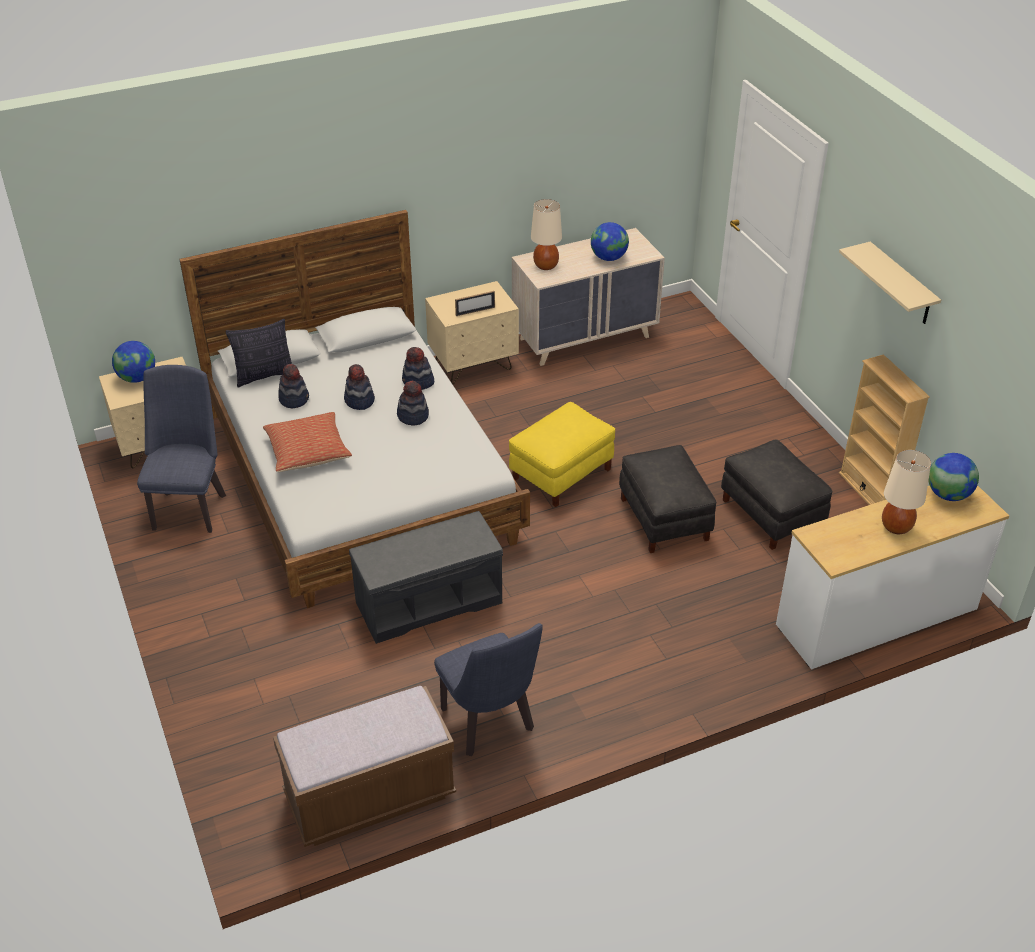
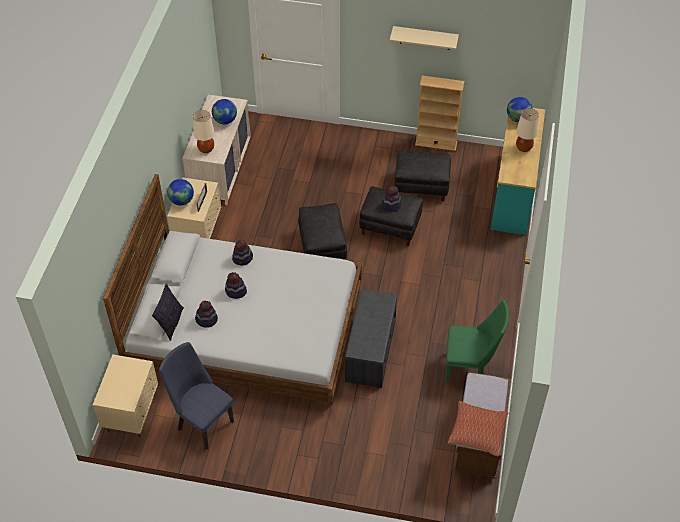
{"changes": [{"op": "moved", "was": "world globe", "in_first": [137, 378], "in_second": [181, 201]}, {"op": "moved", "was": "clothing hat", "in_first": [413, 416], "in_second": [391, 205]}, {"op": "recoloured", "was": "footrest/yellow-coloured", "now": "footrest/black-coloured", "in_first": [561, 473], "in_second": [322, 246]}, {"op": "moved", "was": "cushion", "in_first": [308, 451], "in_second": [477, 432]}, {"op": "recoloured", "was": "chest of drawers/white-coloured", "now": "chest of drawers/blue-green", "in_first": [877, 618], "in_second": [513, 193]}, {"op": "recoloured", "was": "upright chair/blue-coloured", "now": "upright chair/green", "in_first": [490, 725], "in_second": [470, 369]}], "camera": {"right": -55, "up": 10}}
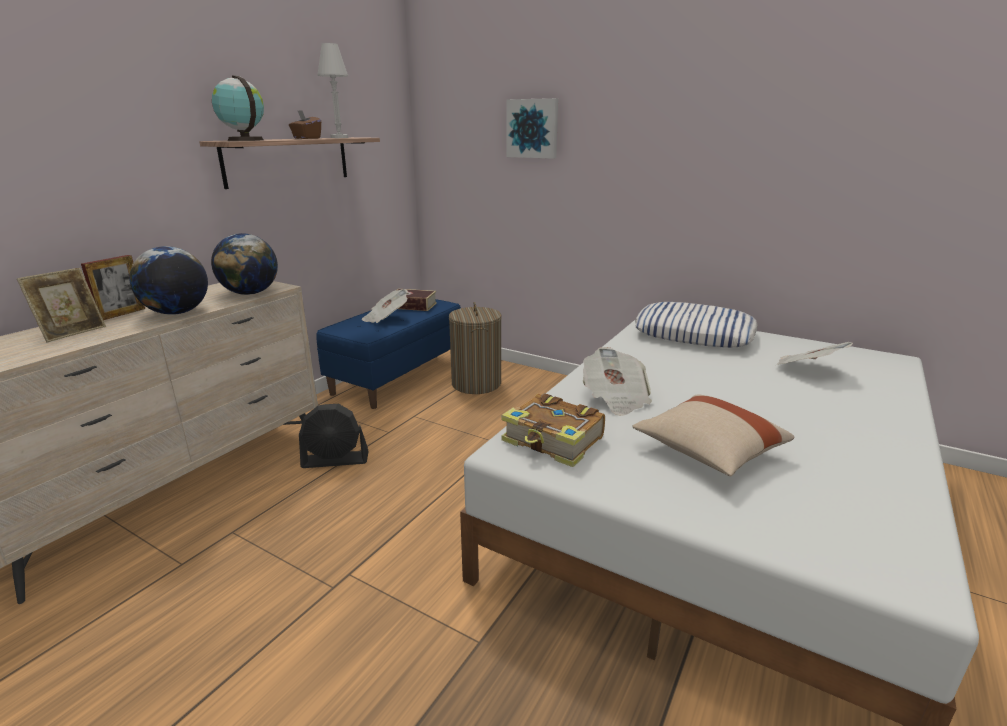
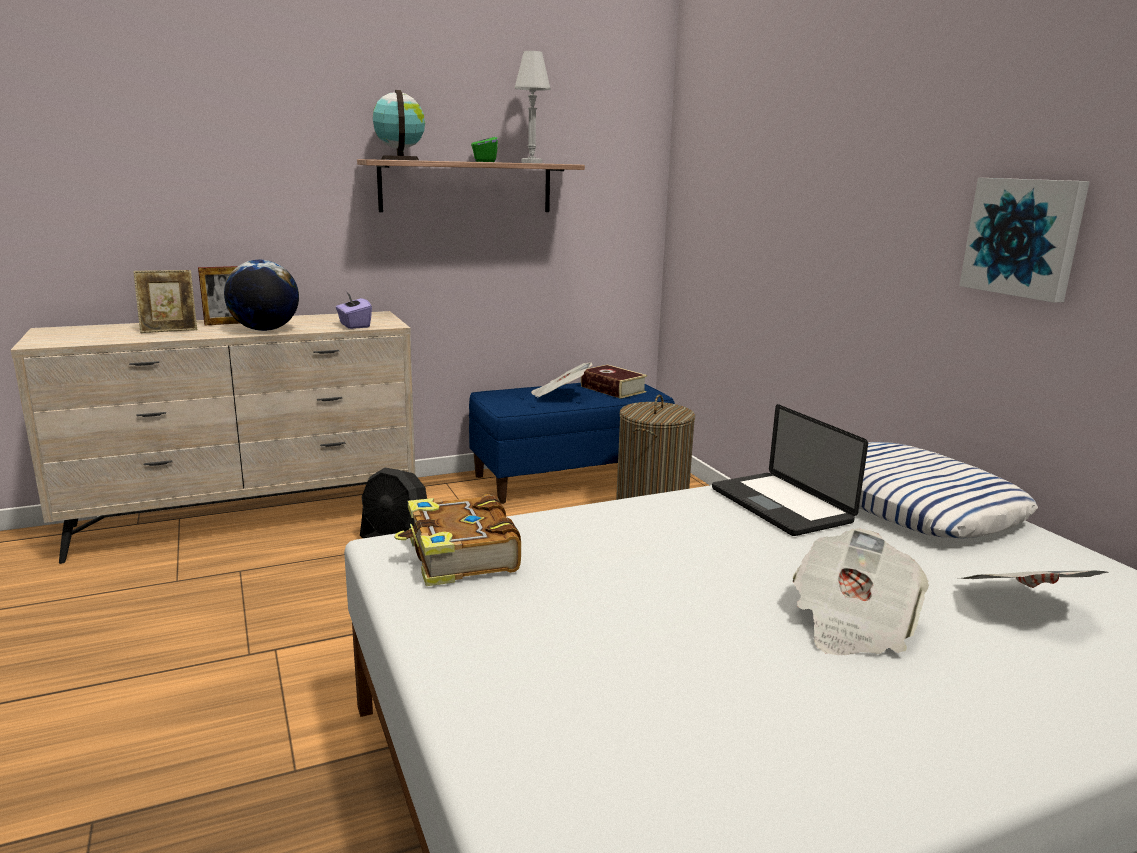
{"changes": [{"op": "moved", "was": "wall picture", "in_first": [532, 128], "in_second": [1024, 237]}, {"op": "recoloured", "was": "tissue holder/brown-coloured", "now": "tissue holder/green", "in_first": [306, 138], "in_second": [484, 161]}, {"op": "replaced", "was": "world globe", "now": "tissue holder/purple", "in_first": [250, 293], "in_second": [354, 325]}, {"op": "moved", "was": "printed paper", "in_first": [615, 398], "in_second": [851, 624]}, {"op": "removed", "was": "cushion/sand-coloured", "in_first": [708, 452]}, {"op": "added", "now": "notebook computer", "in_second": [780, 505]}], "camera": {"right": 35, "up": -5}}
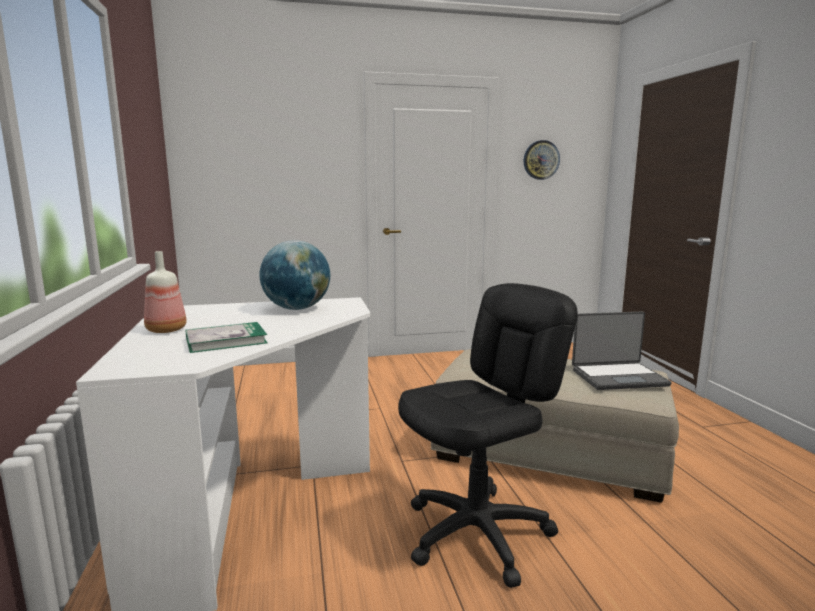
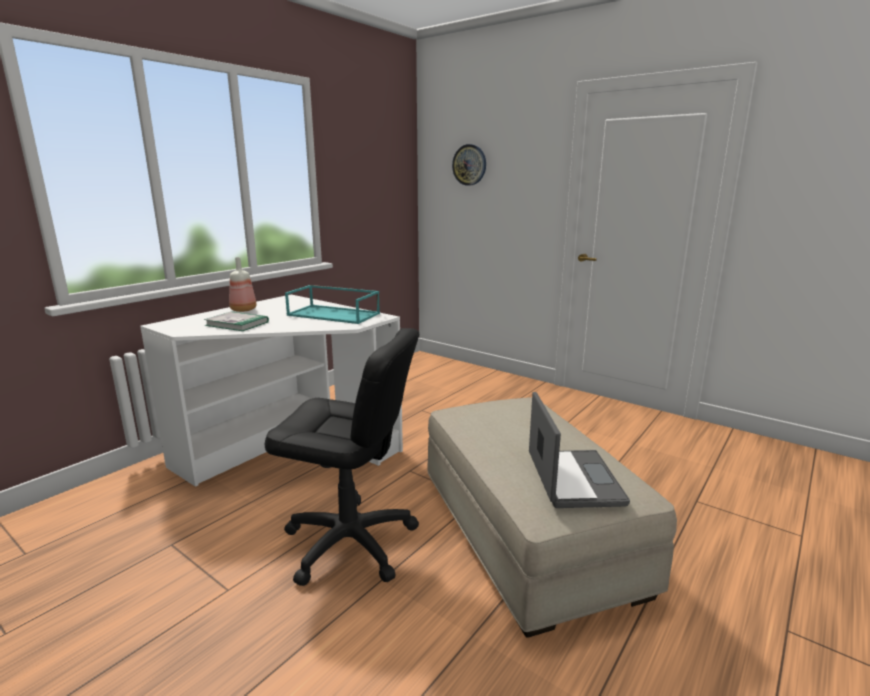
{"changes": [{"op": "moved", "was": "hanging clock", "in_first": [541, 160], "in_second": [469, 165]}, {"op": "replaced", "was": "world globe", "now": "carrying tray/blue-green", "in_first": [297, 308], "in_second": [335, 314]}, {"op": "turned", "was": "notebook computer", "in_first": [618, 377], "in_second": [572, 479], "clockwise": -135}], "camera": {"right": 50, "up": 5}}
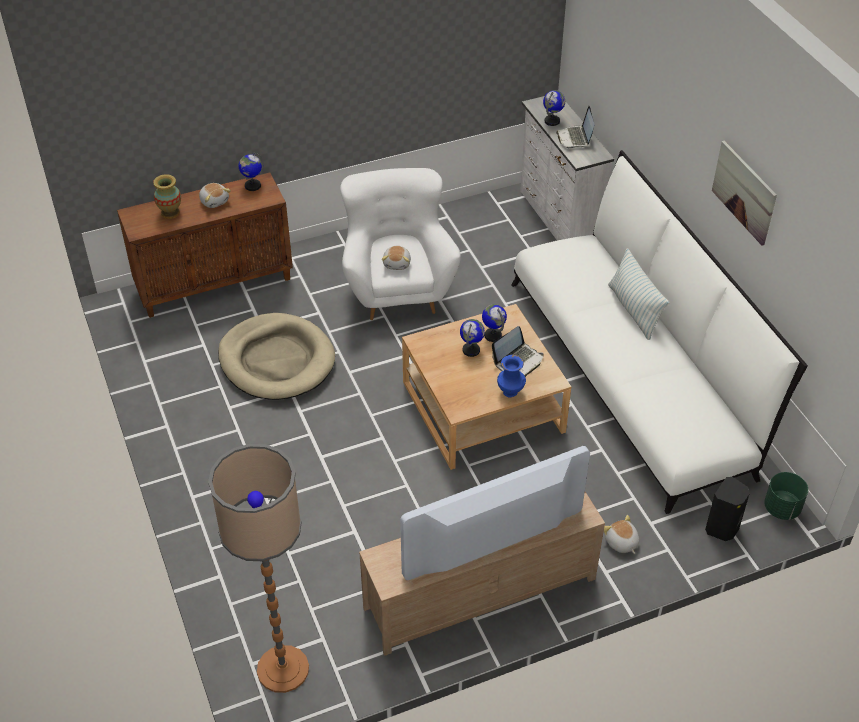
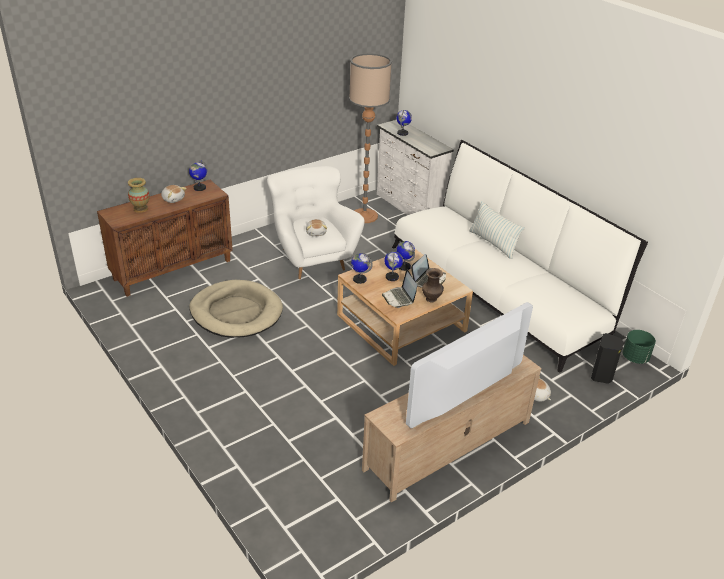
{"changes": [{"op": "moved", "was": "notebook computer", "in_first": [575, 138], "in_second": [399, 298]}, {"op": "removed", "was": "wall picture", "in_first": [744, 192]}, {"op": "recoloured", "was": "flower vase/blue-coloured", "now": "flower vase/brown-coloured", "in_first": [511, 392], "in_second": [431, 299]}, {"op": "moved", "was": "floor lamp", "in_first": [282, 669], "in_second": [364, 216]}, {"op": "added", "now": "world globe", "in_second": [359, 279]}], "camera": {"right": -15, "up": -10}}
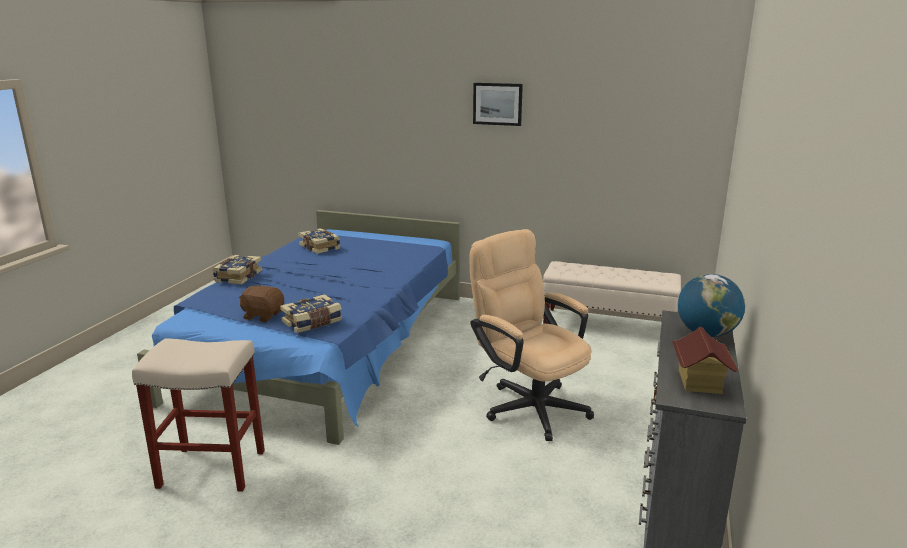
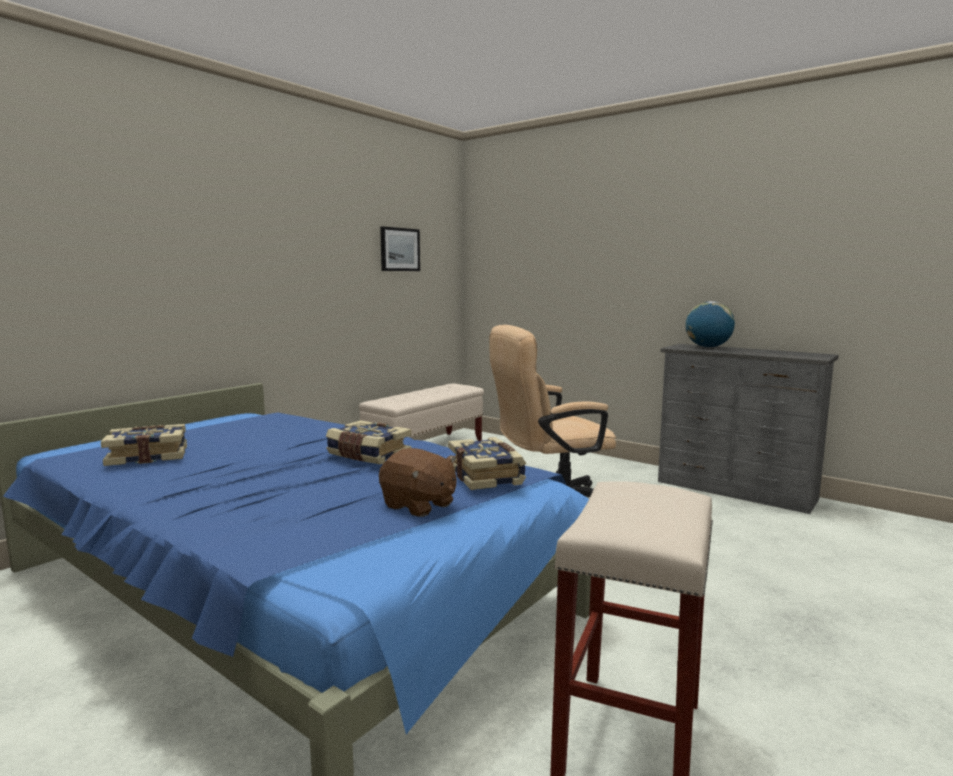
{"changes": [{"op": "moved", "was": "wall picture", "in_first": [497, 104], "in_second": [399, 249]}, {"op": "moved", "was": "book", "in_first": [237, 277], "in_second": [368, 455]}, {"op": "turned", "was": "cuddly toy/brown-coloured", "in_first": [263, 315], "in_second": [418, 505], "clockwise": -90}, {"op": "removed", "was": "model house", "in_first": [699, 382]}], "camera": {"right": -70, "up": -10}}
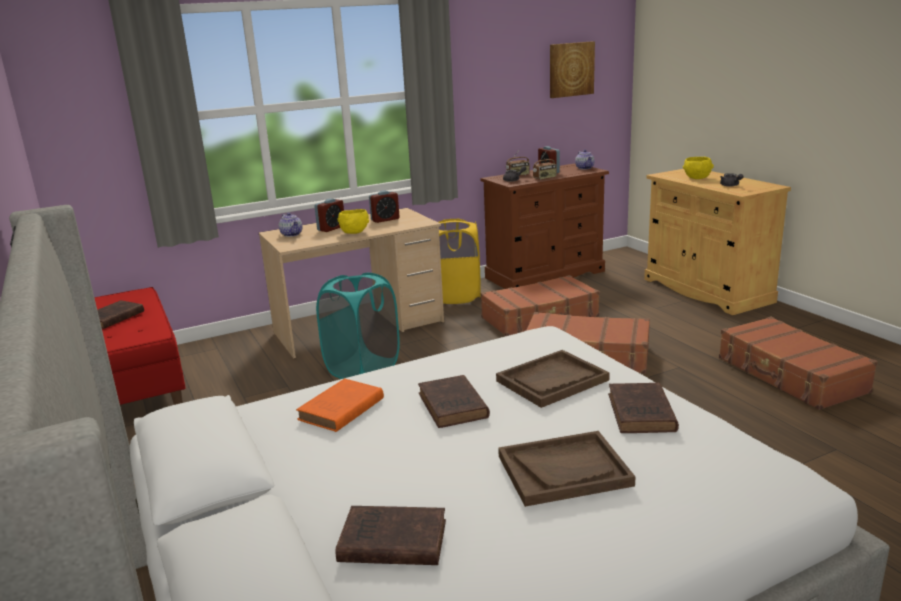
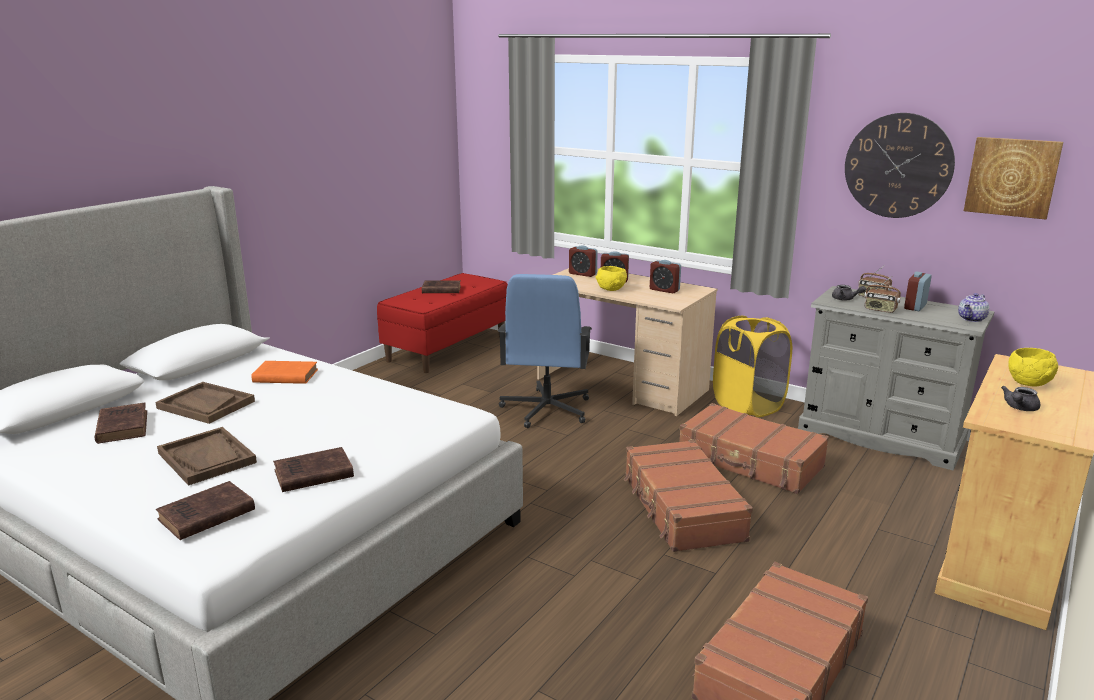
{"changes": [{"op": "recoloured", "was": "chest of drawers/brown-coloured", "now": "chest of drawers/greyish", "in_first": [545, 274], "in_second": [881, 436]}, {"op": "replaced", "was": "pot for tea", "now": "table clock", "in_first": [292, 234], "in_second": [582, 274]}, {"op": "replaced", "was": "washing basket/blue-green", "now": "office chair/blue-coloured", "in_first": [363, 369], "in_second": [546, 410]}, {"op": "moved", "was": "carrying tray/brown-coloured", "in_first": [552, 381], "in_second": [205, 405]}, {"op": "moved", "was": "book/brown-coloured", "in_first": [453, 406], "in_second": [204, 516]}, {"op": "added", "now": "hanging clock", "in_second": [898, 166]}], "camera": {"right": 60, "up": 0}}
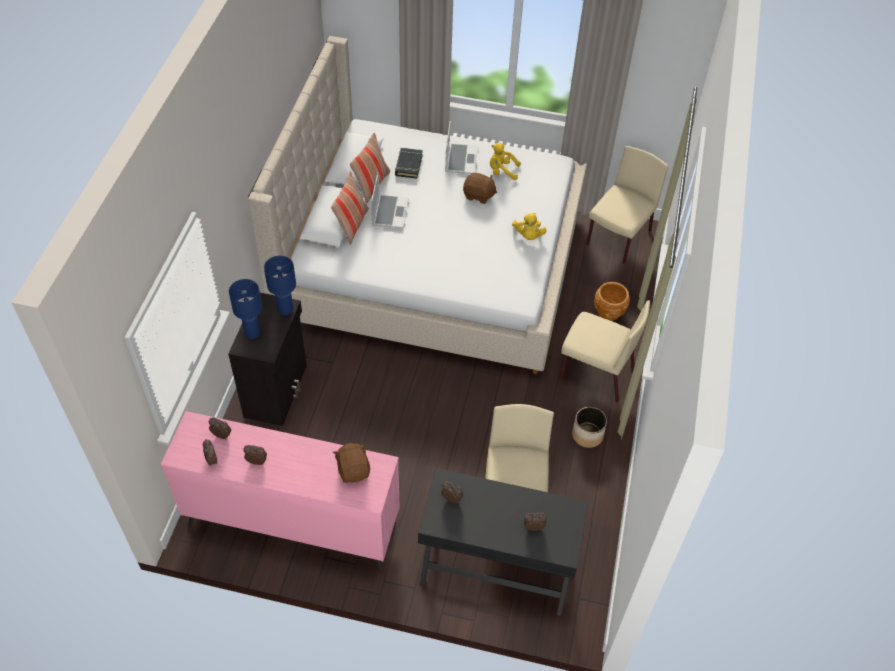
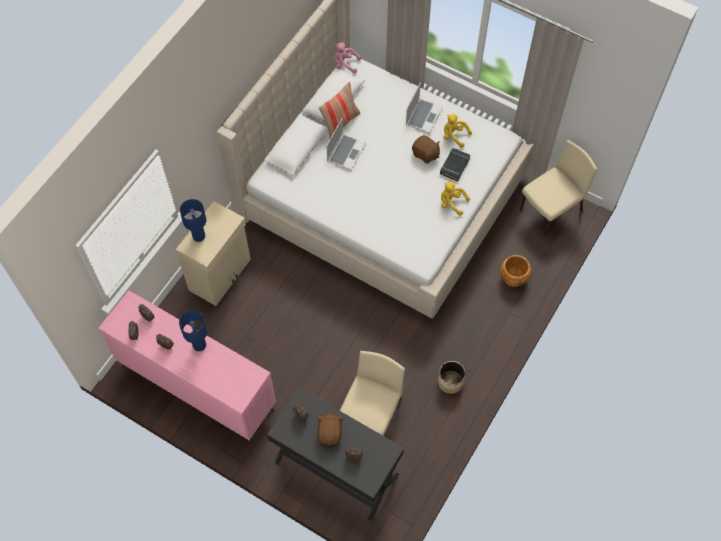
{"changes": [{"op": "moved", "was": "book/black-coloured", "in_first": [408, 165], "in_second": [454, 166]}, {"op": "removed", "was": "cushion", "in_first": [352, 225]}, {"op": "turned", "was": "cuddly toy/yellow-coloured", "in_first": [528, 235], "in_second": [451, 203], "clockwise": 105}, {"op": "moved", "was": "tabletop lamp/blue-coloured", "in_first": [286, 309], "in_second": [200, 345]}, {"op": "recoloured", "was": "cupboard/black-coloured", "now": "cupboard/sand-coloured", "in_first": [277, 390], "in_second": [221, 275]}, {"op": "removed", "was": "upright chair/sand-coloured", "in_first": [595, 372]}, {"op": "moved", "was": "cuddly toy/brown-coloured", "in_first": [353, 470], "in_second": [330, 432]}, {"op": "added", "now": "cuddly toy/pinkish", "in_second": [345, 64]}], "camera": {"right": 20, "up": 10}}
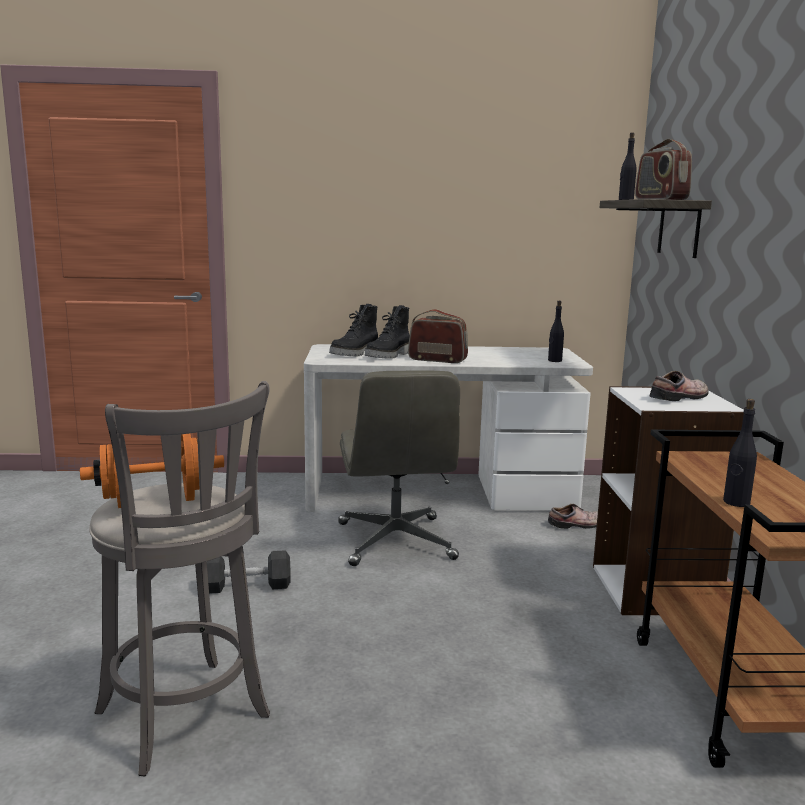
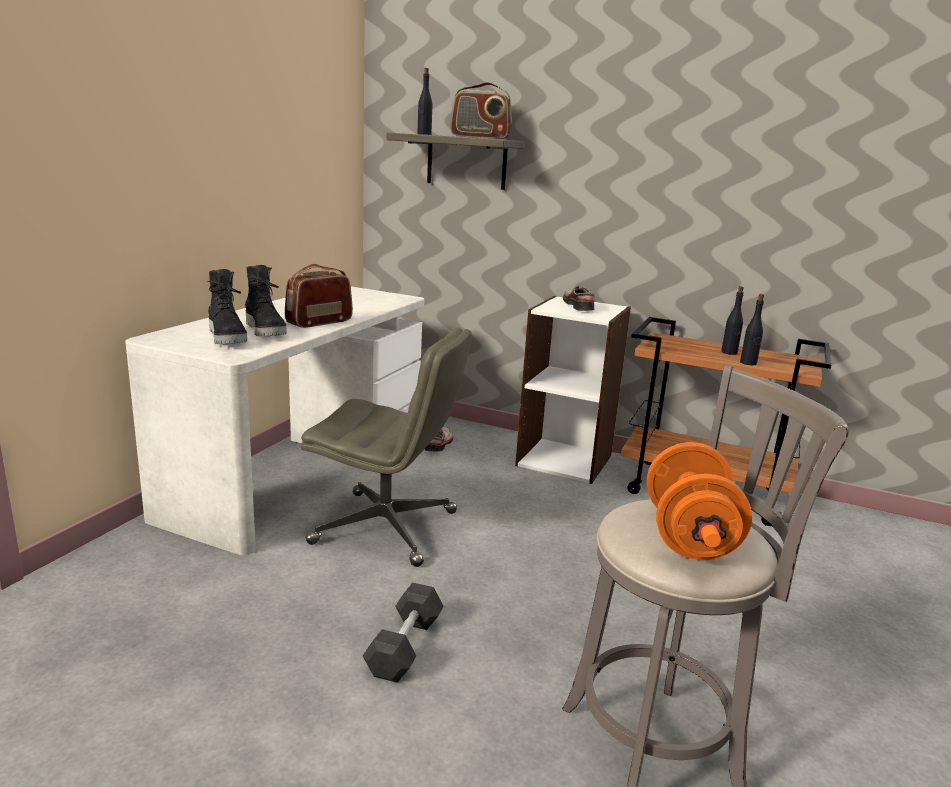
{"changes": [{"op": "moved", "was": "beverage bottle/black-coloured", "in_first": [554, 360], "in_second": [729, 352]}], "camera": {"right": -65, "up": 5}}
